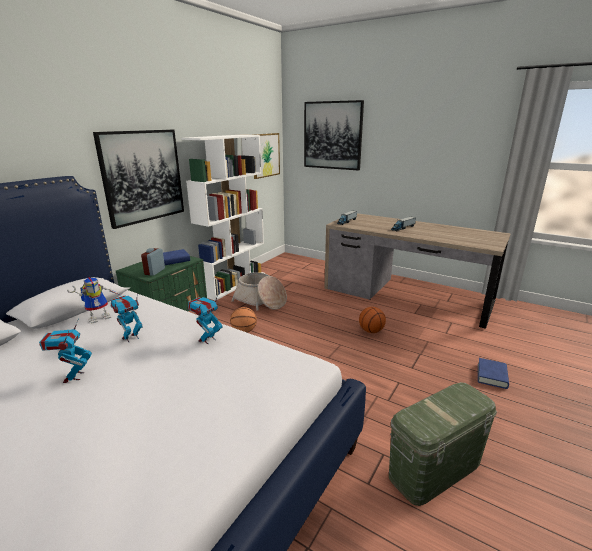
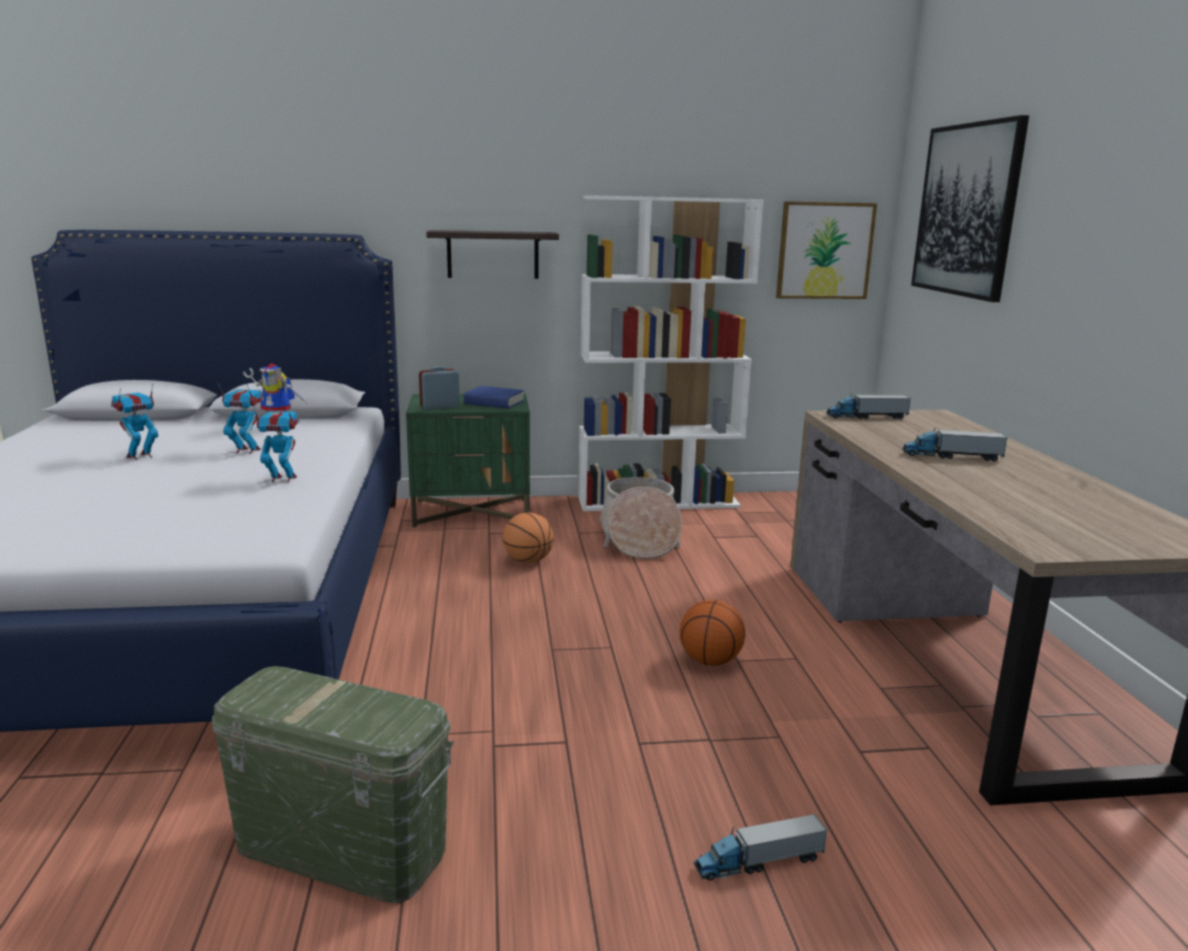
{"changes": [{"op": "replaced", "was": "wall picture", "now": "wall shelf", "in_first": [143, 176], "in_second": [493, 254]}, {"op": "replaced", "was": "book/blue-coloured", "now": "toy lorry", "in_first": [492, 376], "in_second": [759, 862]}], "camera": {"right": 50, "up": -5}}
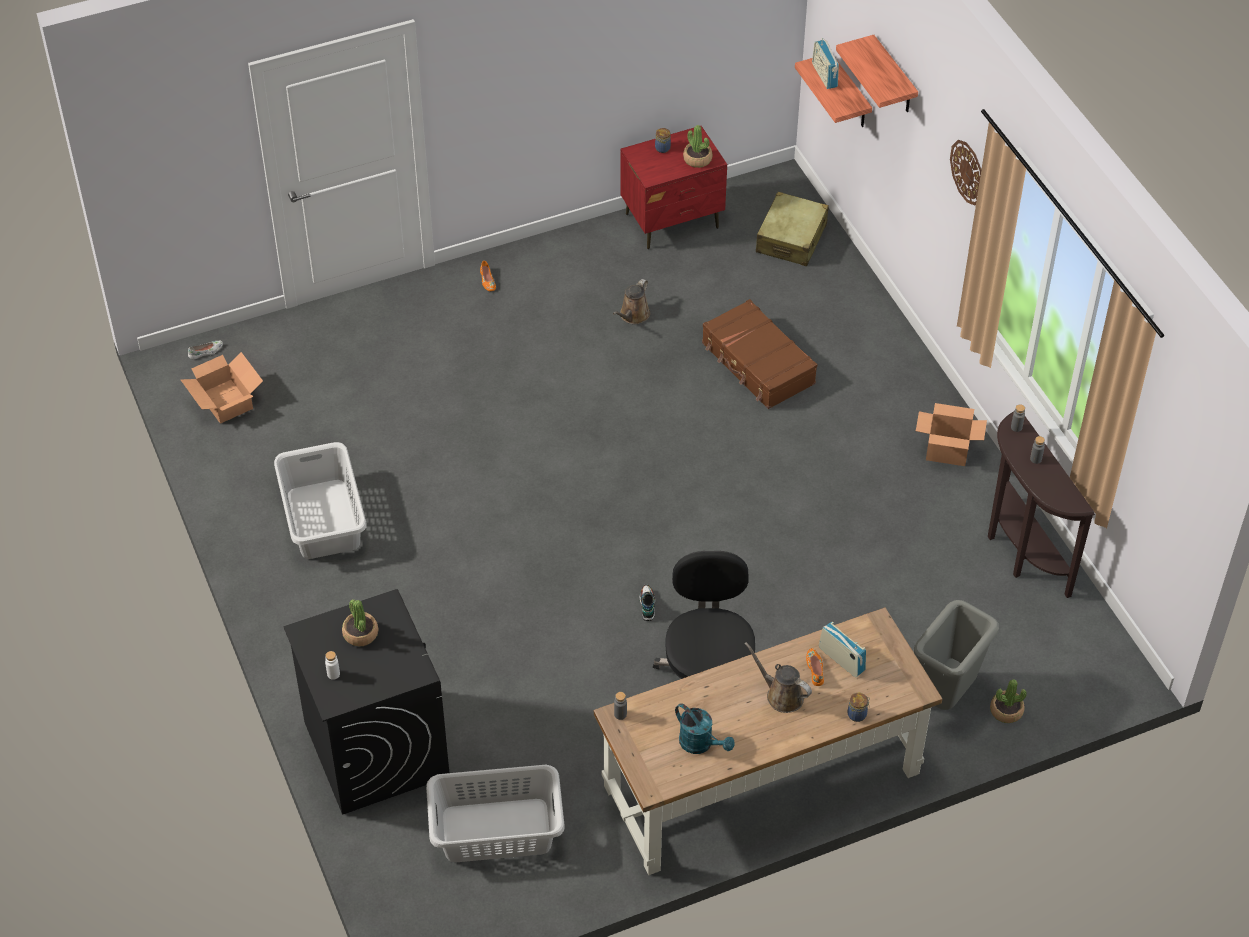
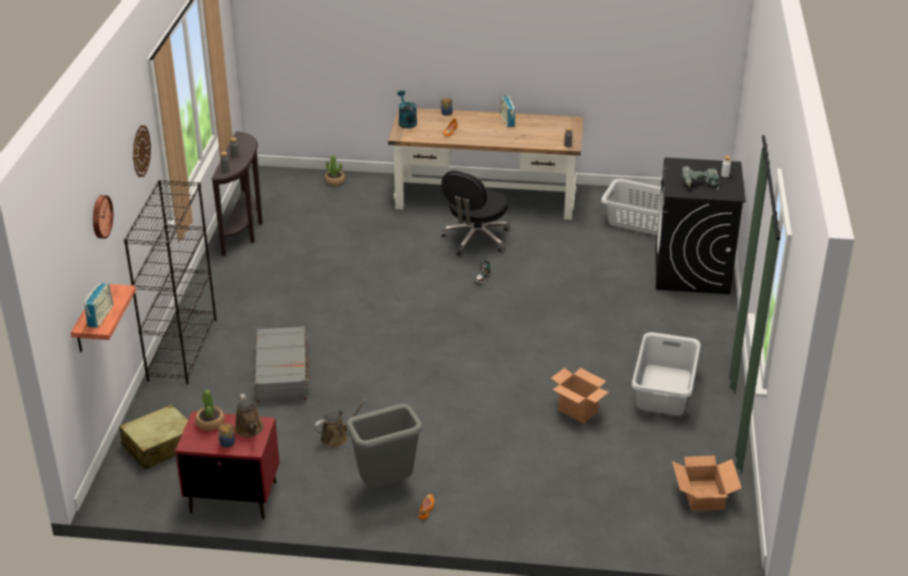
{"changes": [{"op": "replaced", "was": "wall shelf", "now": "hanging clock", "in_first": [894, 77], "in_second": [100, 216]}, {"op": "recoloured", "was": "piece of luggage/brown-coloured", "now": "piece of luggage/greyish", "in_first": [757, 364], "in_second": [282, 372]}, {"op": "removed", "was": "item of footwear/white-coloured", "in_first": [206, 352]}, {"op": "moved", "was": "carton", "in_first": [946, 453], "in_second": [578, 411]}, {"op": "replaced", "was": "houseplant", "now": "drill", "in_first": [360, 634], "in_second": [699, 185]}, {"op": "moved", "was": "waste bin/greyish", "in_first": [946, 695], "in_second": [385, 485]}, {"op": "moved", "was": "radio receiver", "in_first": [841, 659], "in_second": [507, 120]}, {"op": "moved", "was": "sprinkling can/brown-coloured", "in_first": [781, 695], "in_second": [250, 430]}, {"op": "moved", "was": "sprinkling can/blue-green", "in_first": [700, 744], "in_second": [406, 121]}, {"op": "added", "now": "shelving unit/black-coloured", "in_second": [182, 348]}], "camera": {"right": -150, "up": -15}}
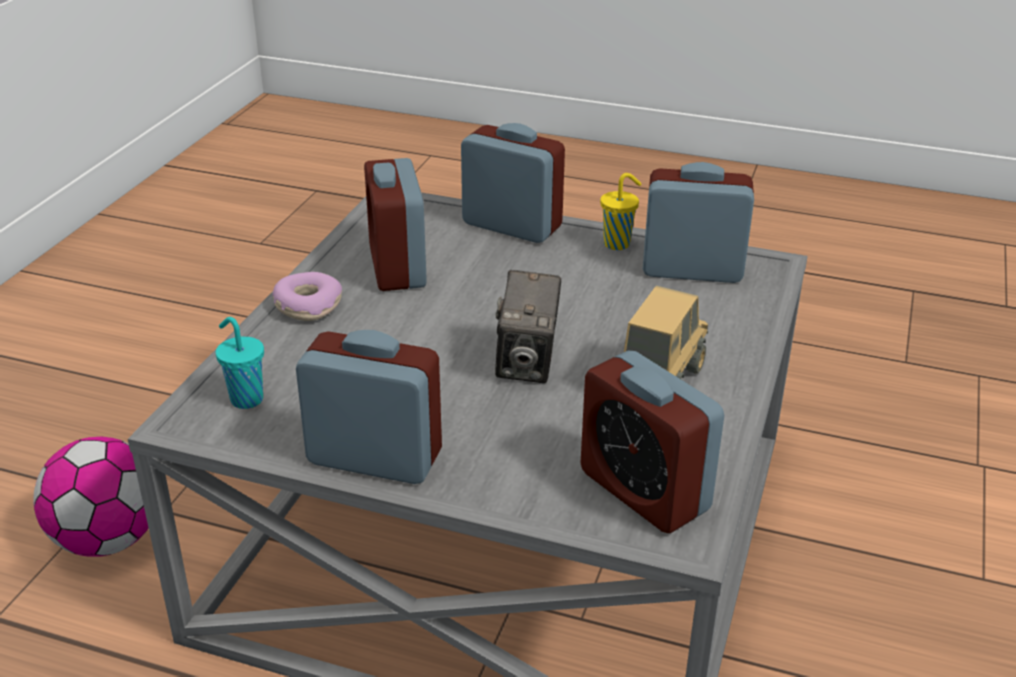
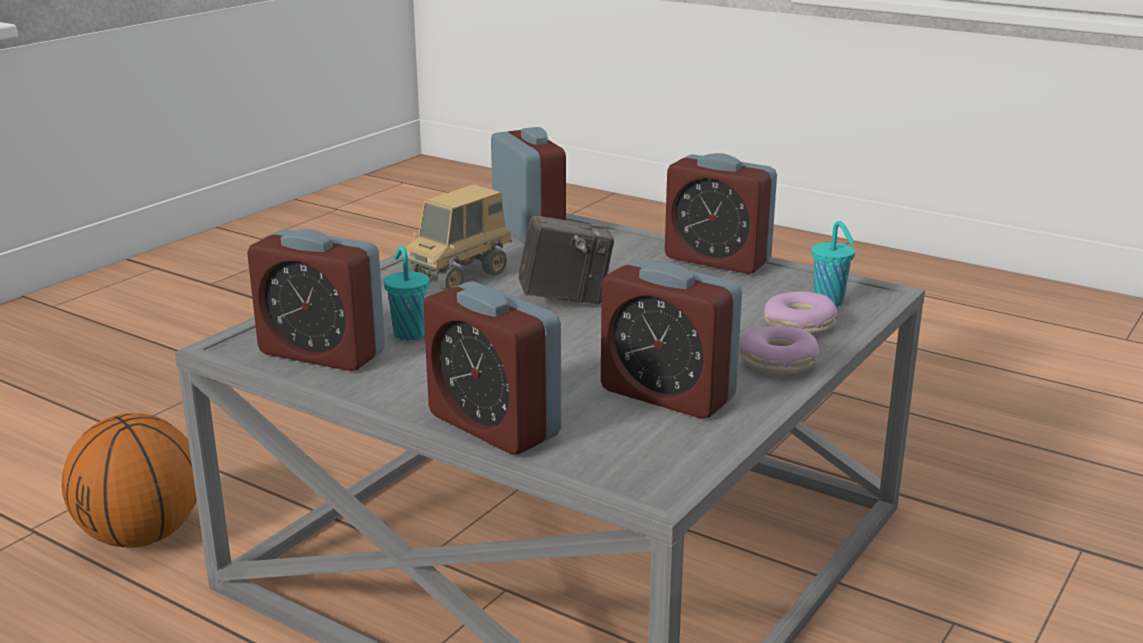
{"changes": [{"op": "turned", "was": "table clock", "in_first": [397, 267], "in_second": [667, 394], "clockwise": 120}, {"op": "removed", "was": "cup/yellow-coloured", "in_first": [618, 244]}, {"op": "turned", "was": "still camera", "in_first": [527, 363], "in_second": [565, 299], "clockwise": 60}, {"op": "removed", "was": "football", "in_first": [108, 540]}, {"op": "added", "now": "cup/blue-green", "in_second": [408, 334]}, {"op": "added", "now": "ring doughnut", "in_second": [799, 326]}, {"op": "added", "now": "basketball ball", "in_second": [141, 536]}], "camera": {"right": -165, "up": -10}}
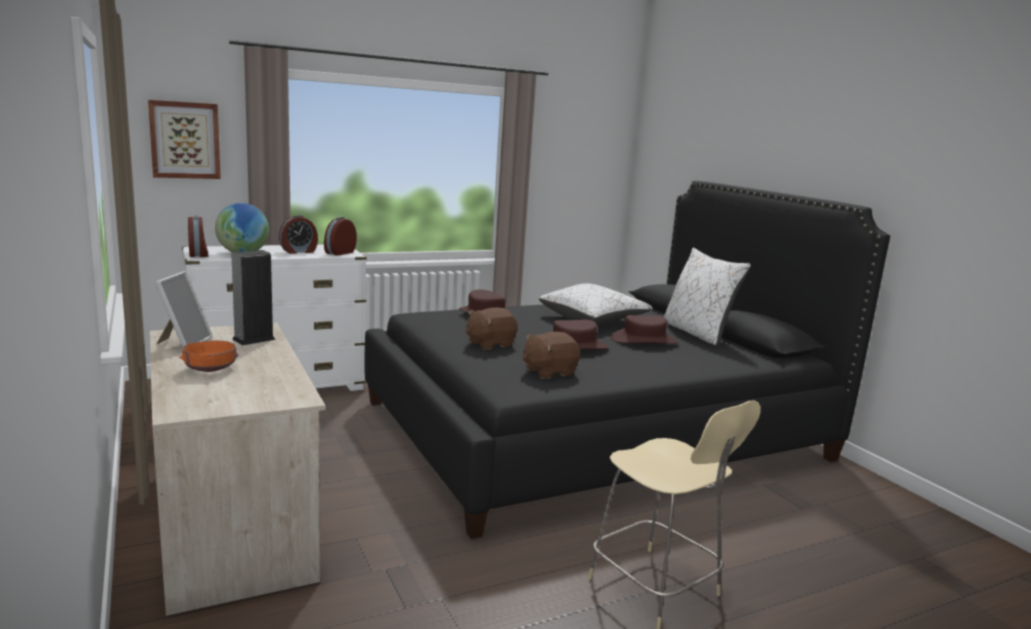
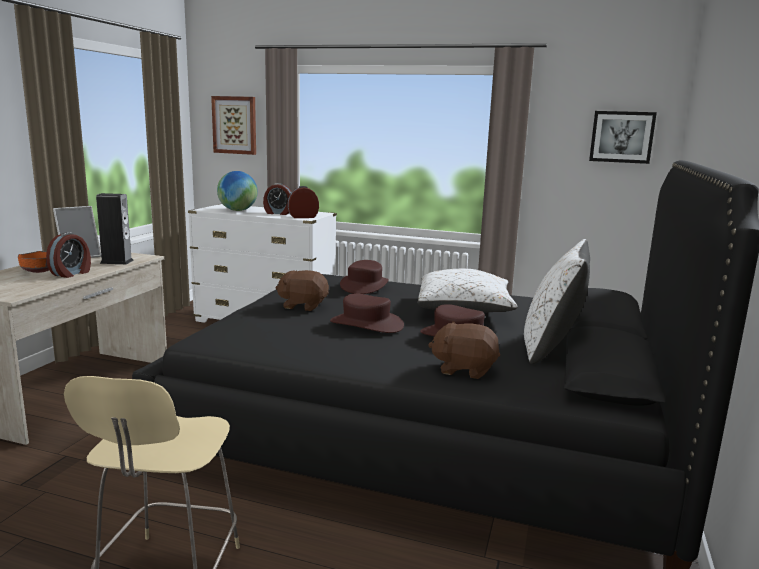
{"changes": [{"op": "moved", "was": "table clock", "in_first": [199, 254], "in_second": [71, 273]}, {"op": "moved", "was": "cuddly toy/brown-coloured", "in_first": [548, 372], "in_second": [464, 369]}, {"op": "added", "now": "wall picture", "in_second": [621, 137]}], "camera": {"right": 45, "up": 0}}
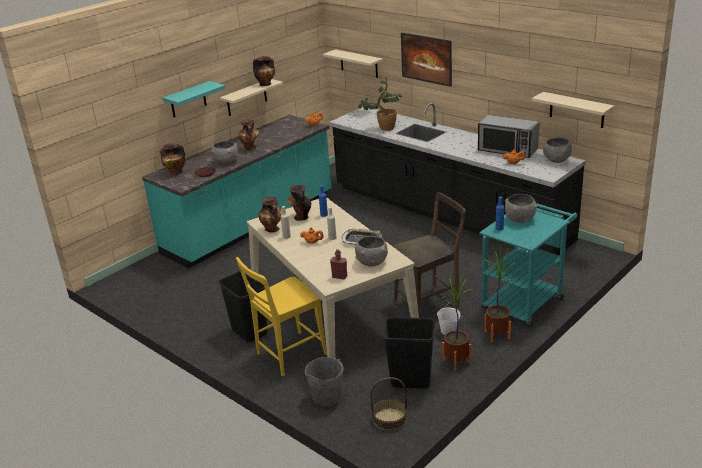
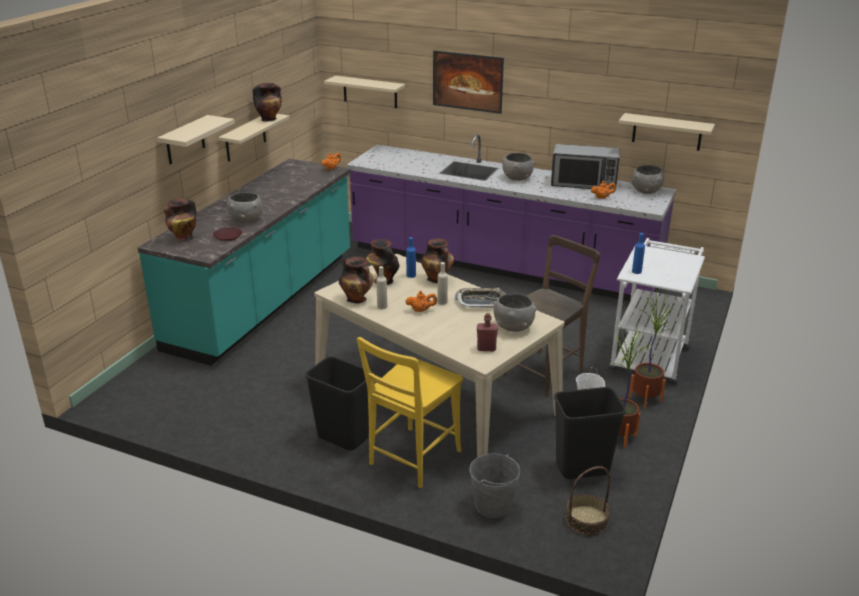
{"changes": [{"op": "removed", "was": "houseplant", "in_first": [383, 128]}, {"op": "recoloured", "was": "wall shelf/blue-green", "now": "wall shelf/sand-coloured", "in_first": [188, 100], "in_second": [185, 140]}, {"op": "recoloured", "was": "kitchen base unit/black-coloured", "now": "kitchen base unit/purple", "in_first": [447, 213], "in_second": [501, 266]}, {"op": "moved", "was": "flower vase", "in_first": [250, 147], "in_second": [437, 279]}, {"op": "moved", "was": "deep dish/greyish", "in_first": [520, 219], "in_second": [517, 178]}, {"op": "recoloured", "was": "cart/blue-green", "now": "cart/white-coloured", "in_first": [526, 300], "in_second": [651, 355]}], "camera": {"right": -20, "up": 0}}
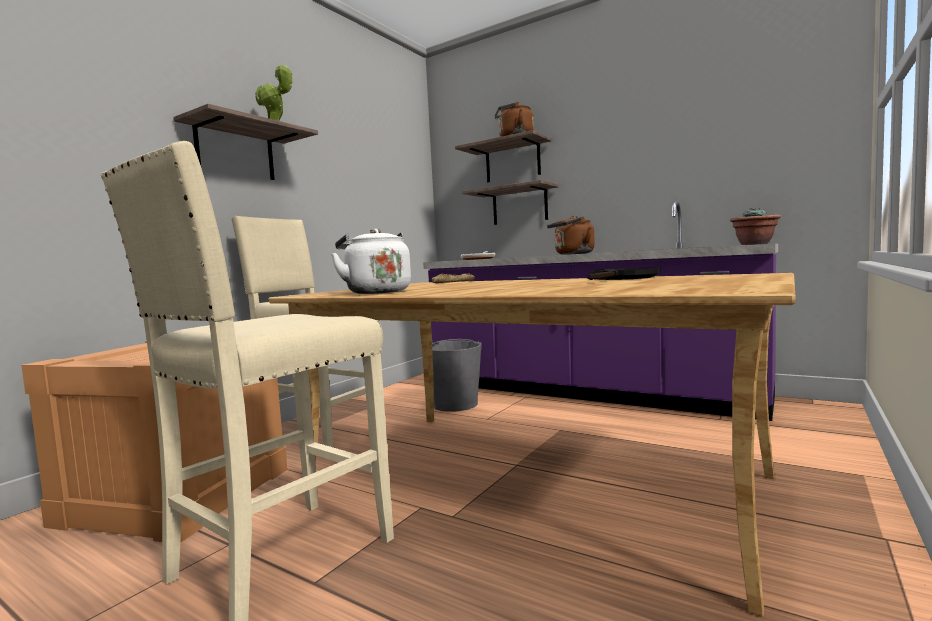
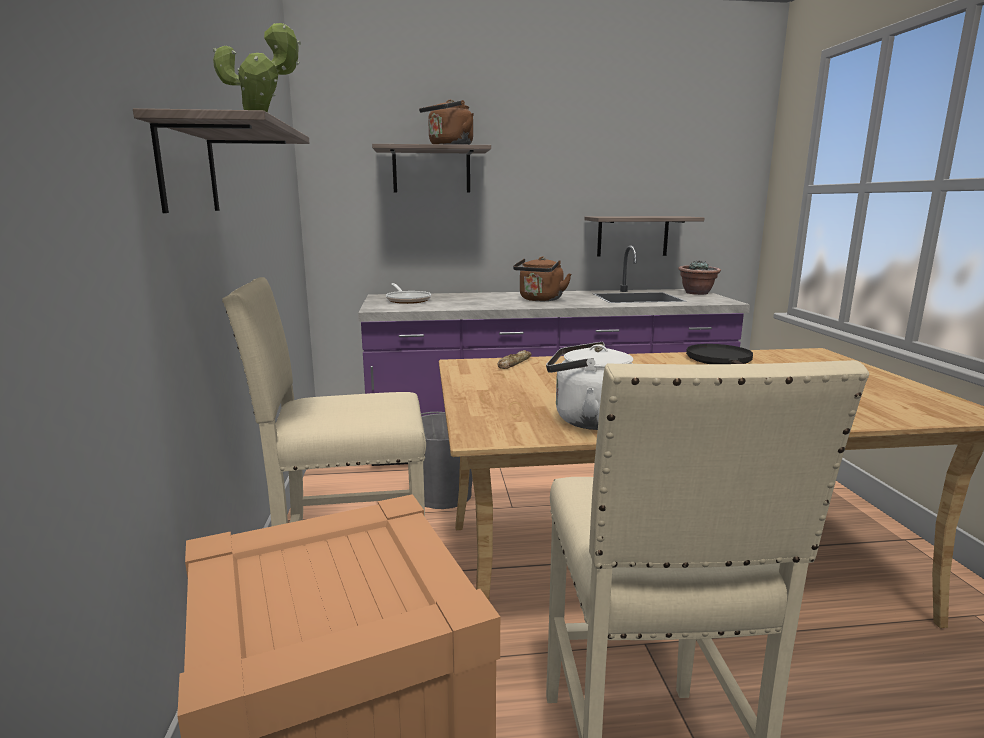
{"changes": [{"op": "moved", "was": "wall shelf", "in_first": [519, 206], "in_second": [632, 236]}], "camera": {"right": -40, "up": 10}}
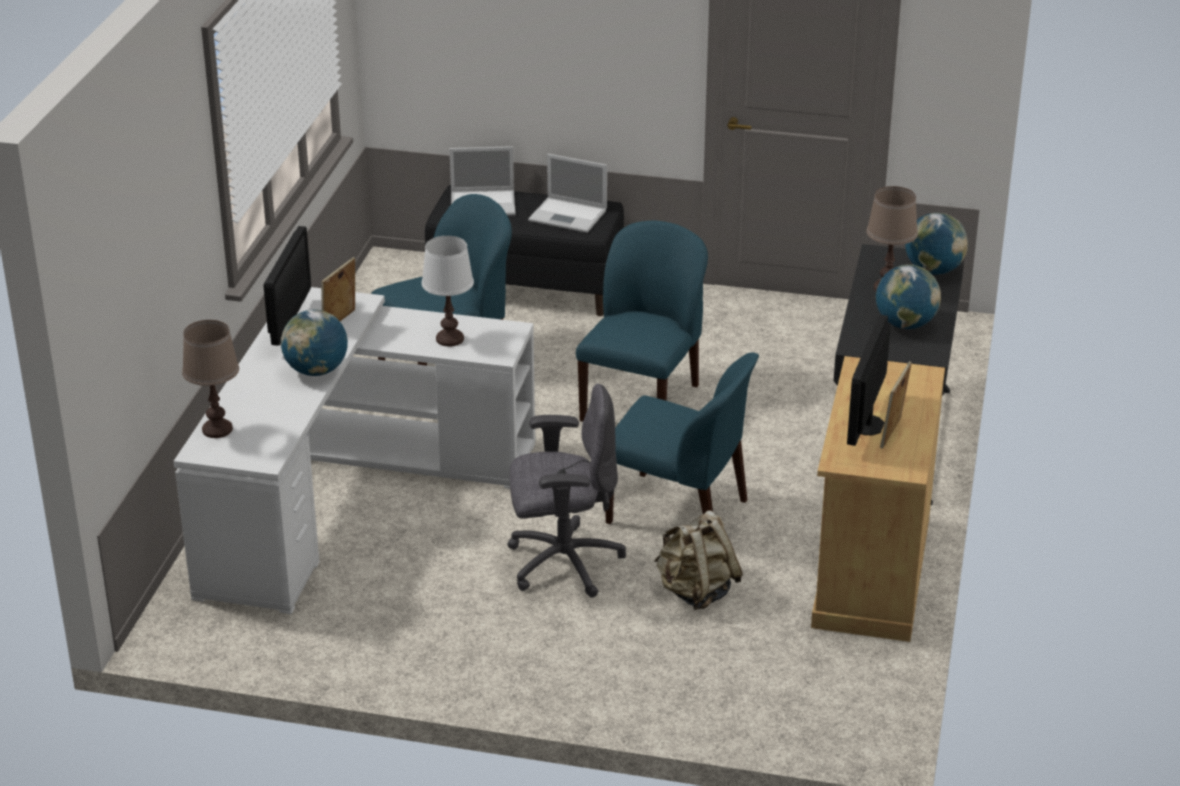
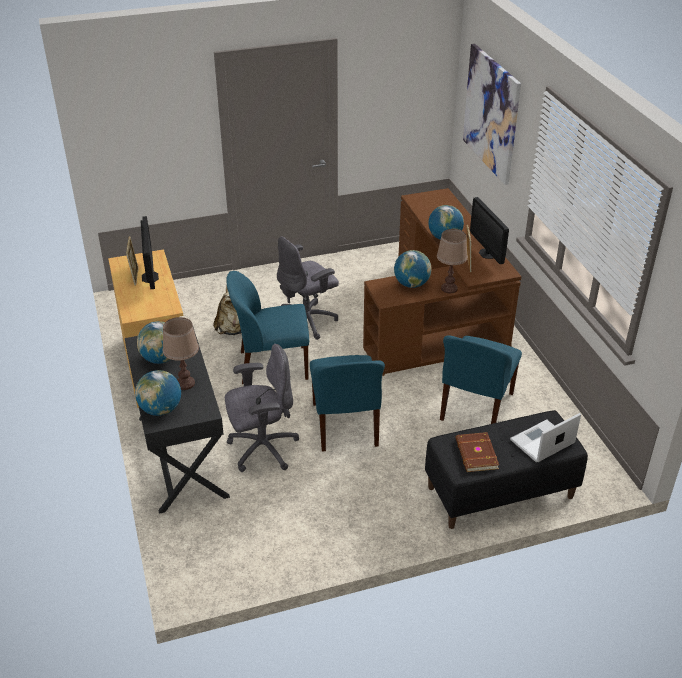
{"changes": [{"op": "replaced", "was": "notebook computer", "now": "book/brown-coloured", "in_first": [569, 215], "in_second": [475, 454]}, {"op": "replaced", "was": "tabletop lamp/white-coloured", "now": "world globe", "in_first": [449, 339], "in_second": [411, 284]}, {"op": "recoloured", "was": "desk/white-coloured", "now": "desk/brown-coloured", "in_first": [345, 492], "in_second": [439, 318]}, {"op": "moved", "was": "tabletop lamp/brown-coloured", "in_first": [217, 429], "in_second": [449, 288]}, {"op": "added", "now": "wall picture", "in_second": [491, 113]}, {"op": "added", "now": "office chair/greyish", "in_second": [262, 449]}], "camera": {"right": 150, "up": 5}}
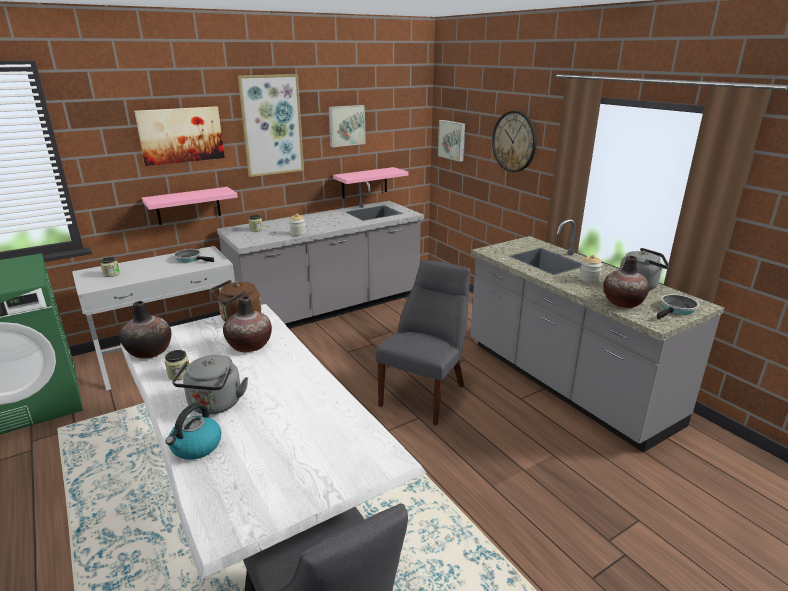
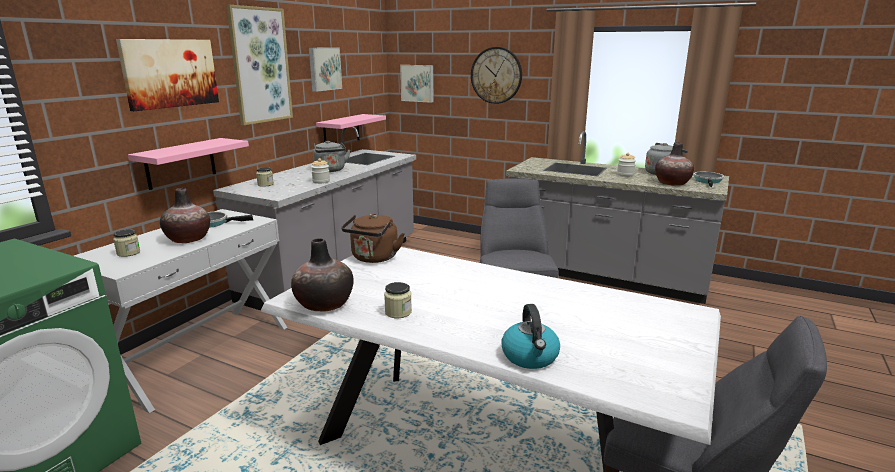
{"changes": [{"op": "moved", "was": "flower vase", "in_first": [249, 346], "in_second": [188, 239]}, {"op": "moved", "was": "tea kettle/greyish", "in_first": [214, 405], "in_second": [330, 170]}], "camera": {"right": -30, "up": -5}}
